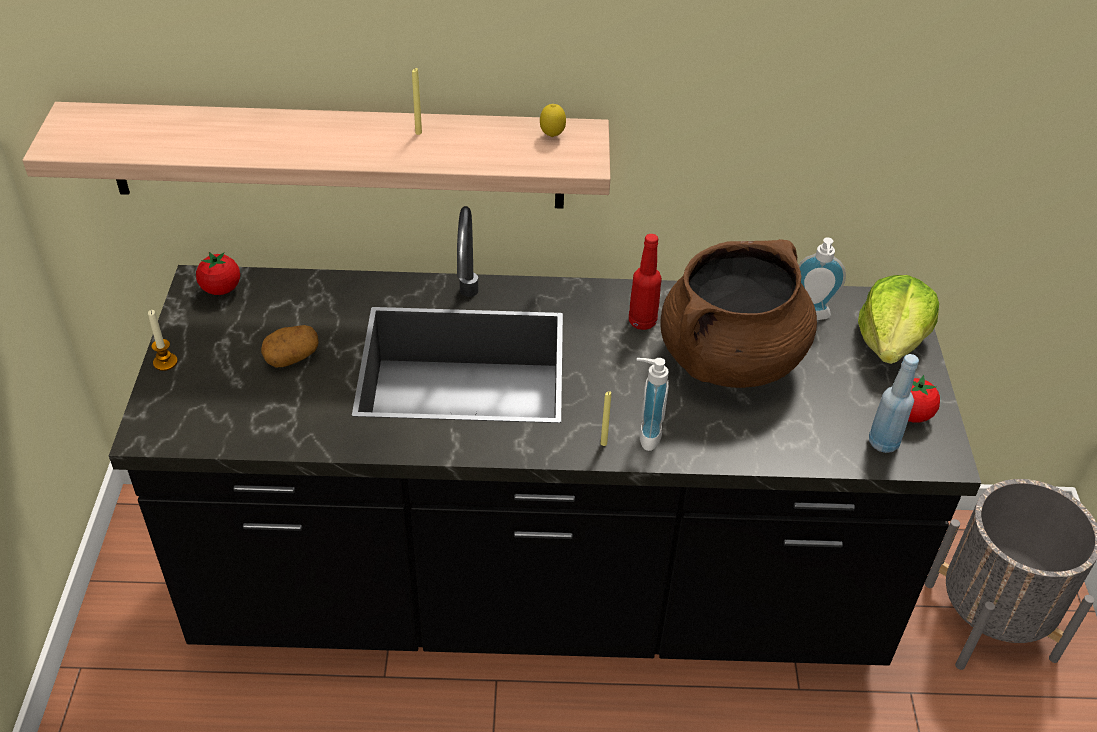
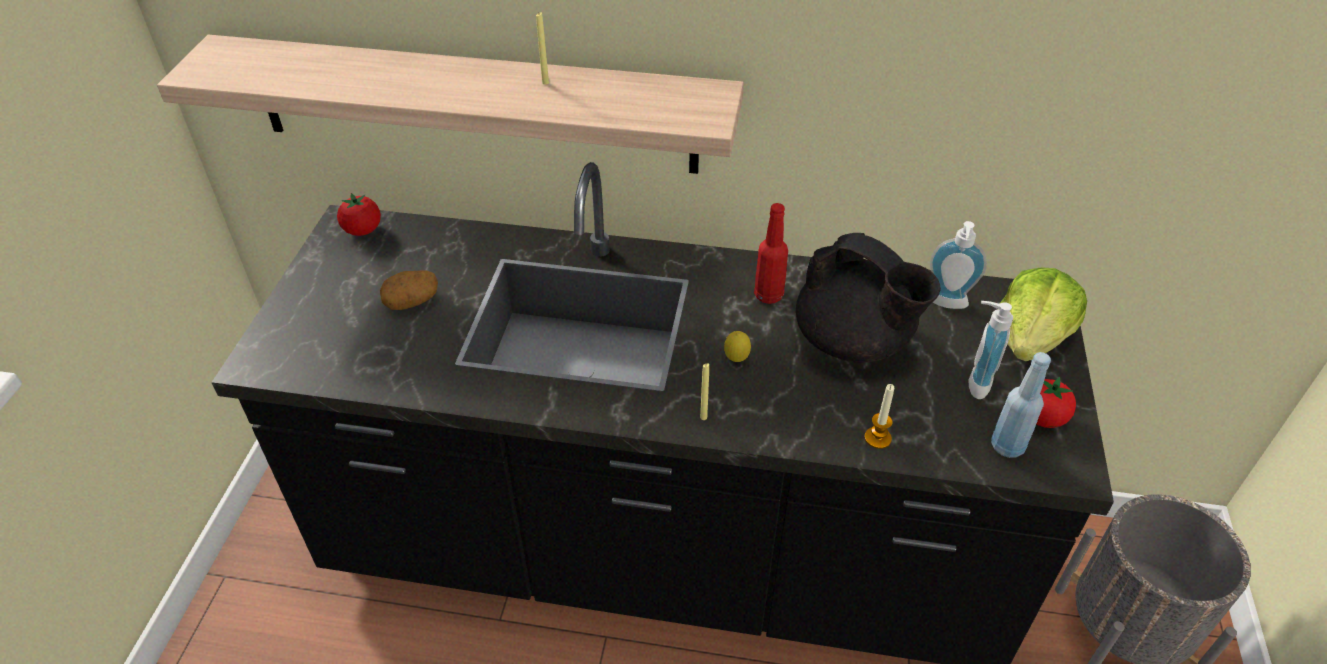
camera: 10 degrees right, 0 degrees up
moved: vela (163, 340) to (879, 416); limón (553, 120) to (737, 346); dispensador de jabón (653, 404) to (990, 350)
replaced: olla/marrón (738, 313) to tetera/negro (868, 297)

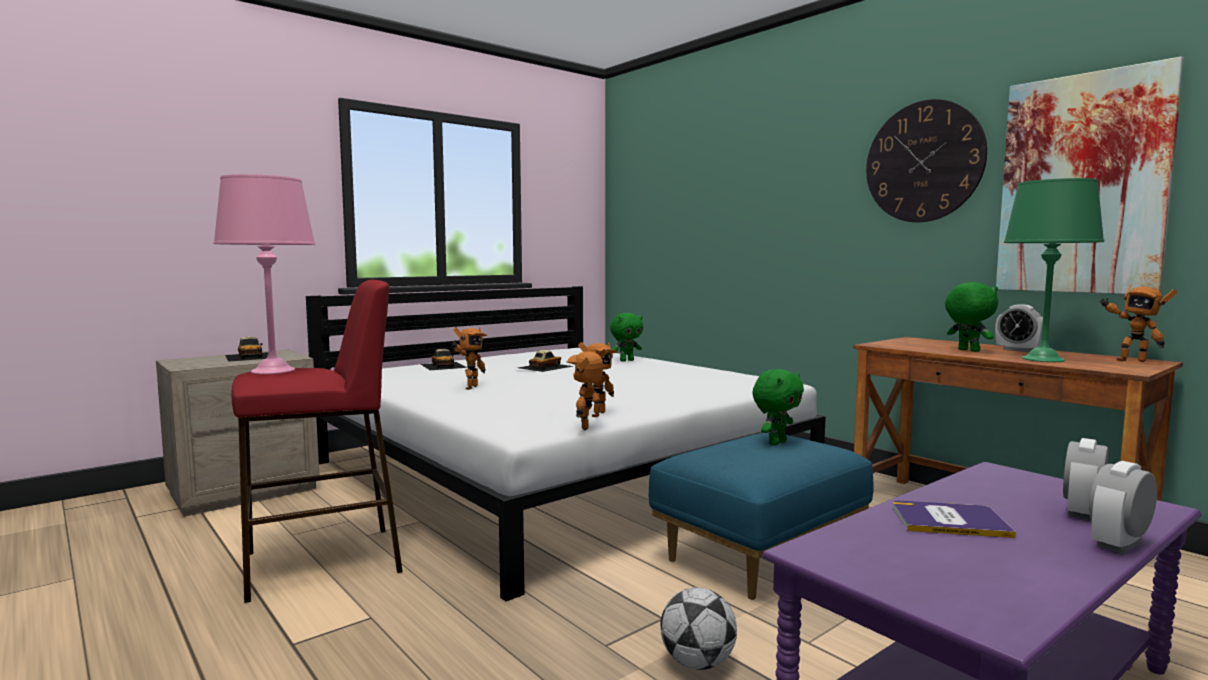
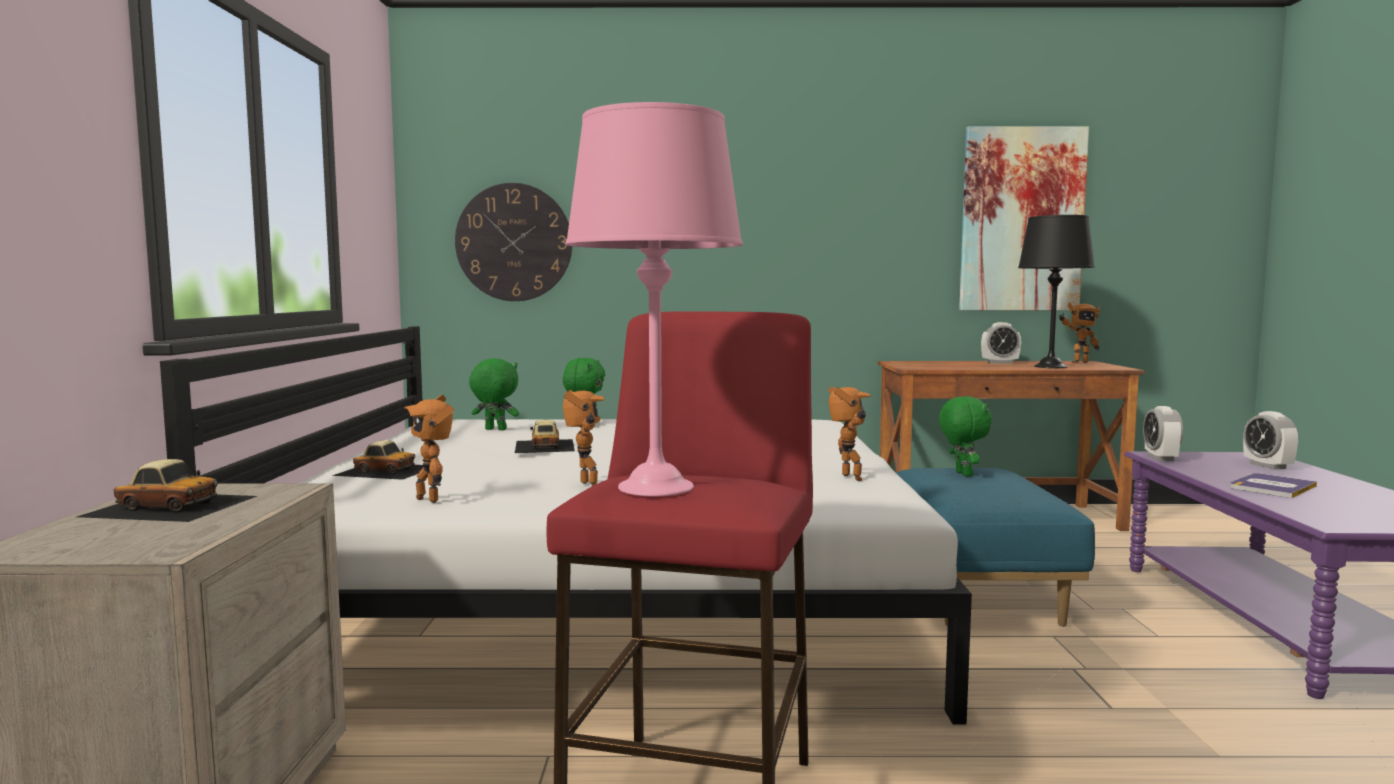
camera: 50 degrees left, 0 degrees up
removed: balón de fútbol (698, 628)
moved: robot de juguete (587, 389) to (429, 448); reloj de pared (926, 160) to (513, 242); peluche/verde (971, 317) to (494, 394); despertador (1123, 507) to (1163, 434)
recoloured: lámpara de mesa/verde (1054, 270) to lámpara de mesa/negro (1056, 291)

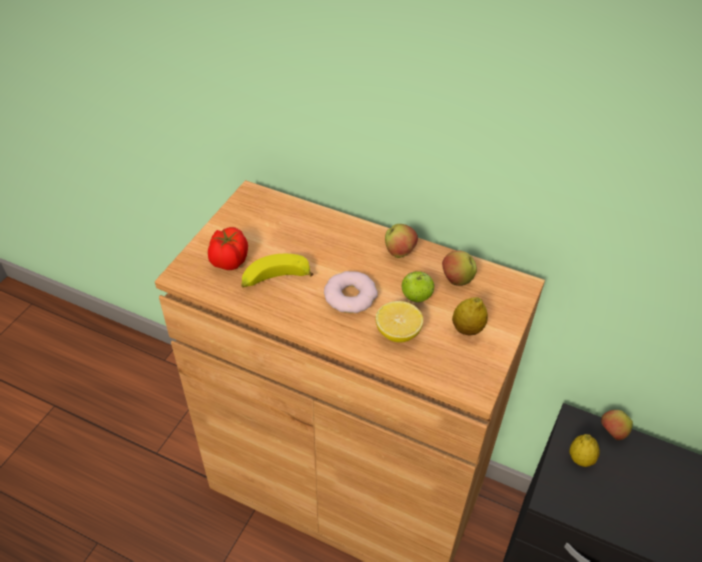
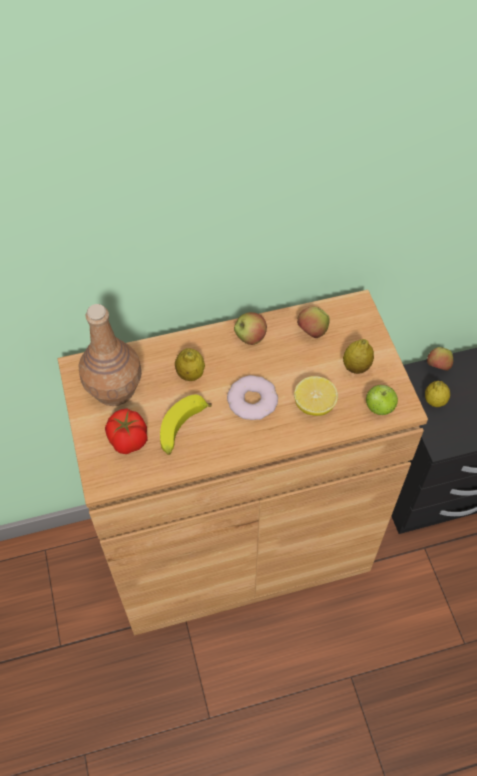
camera: 40 degrees left, 10 degrees up
added: botella/marrón (110, 355); limón (190, 364)
moved: manzana (418, 286) to (382, 400)

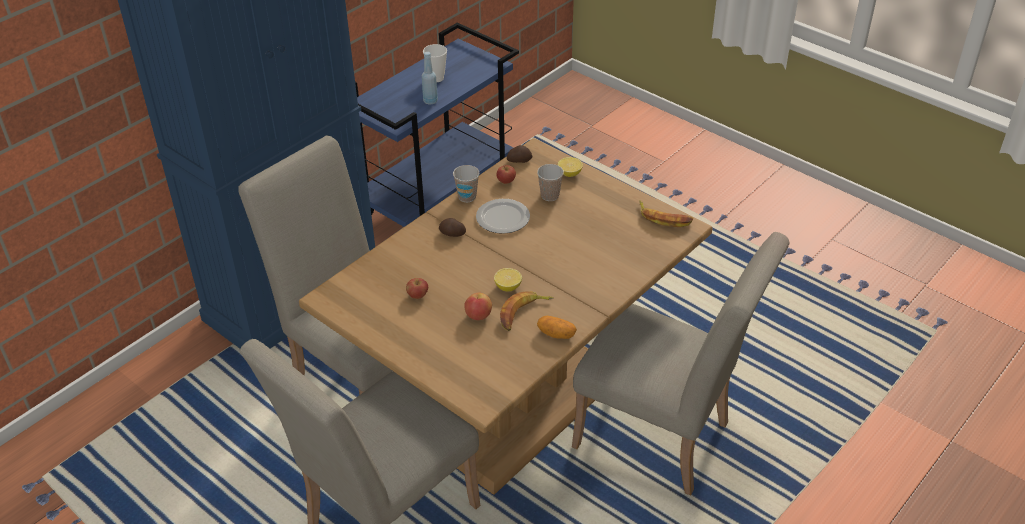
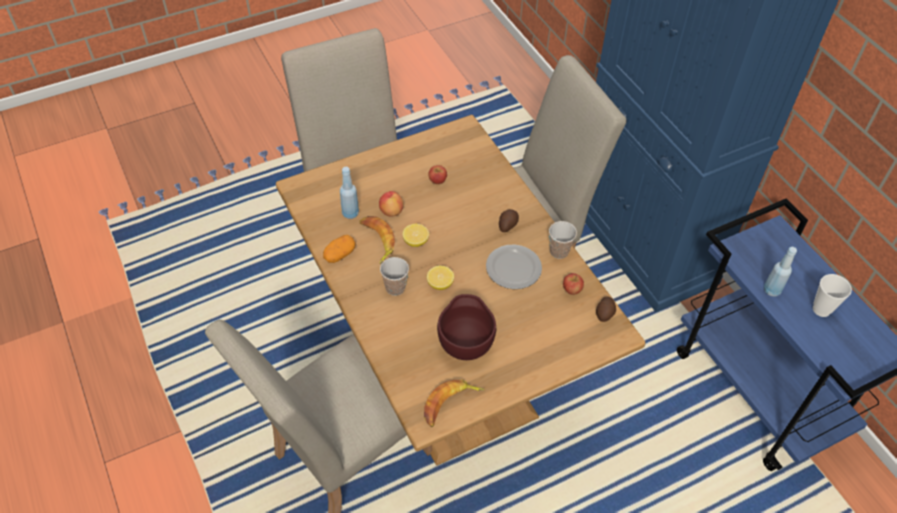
camera: 110 degrees right, 10 degrees up
added: botella/azul (349, 193); cuenco/marrón (466, 327)
moved: taza (550, 182) to (394, 276); limón (570, 167) to (440, 278)

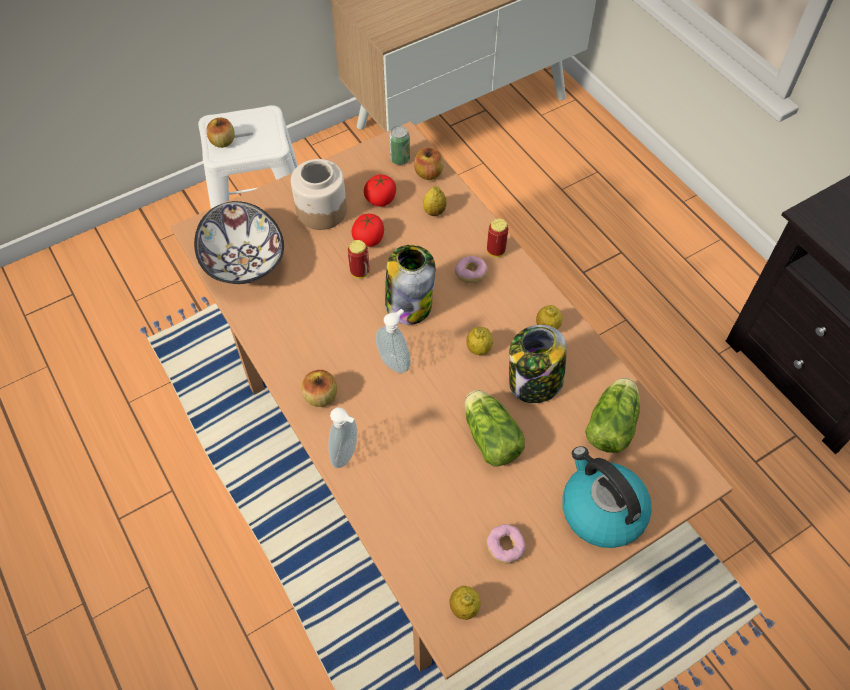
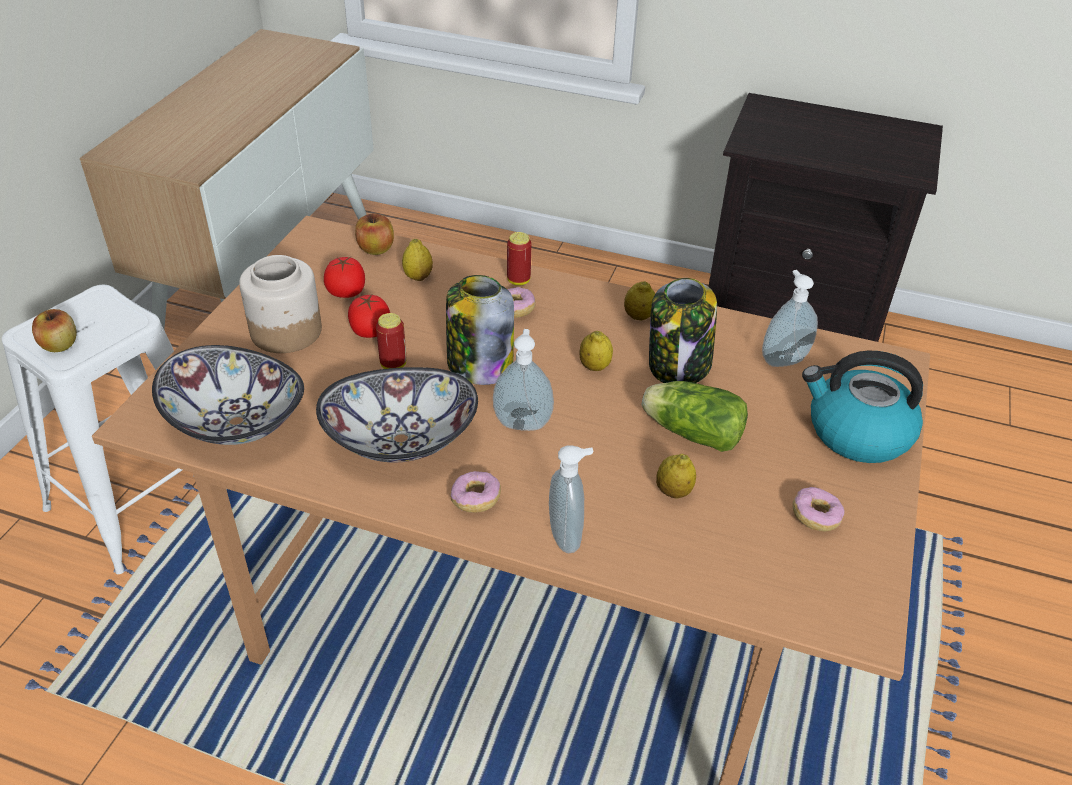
camera: 40 degrees left, 15 degrees down
removed: lata (399, 145)
added: cuenco (397, 415)
moved: limón (465, 603) to (676, 476)
replaced: manzana (319, 388) to rosquilla (475, 492); lechuga (612, 415) to dispensador de jabón (790, 318)

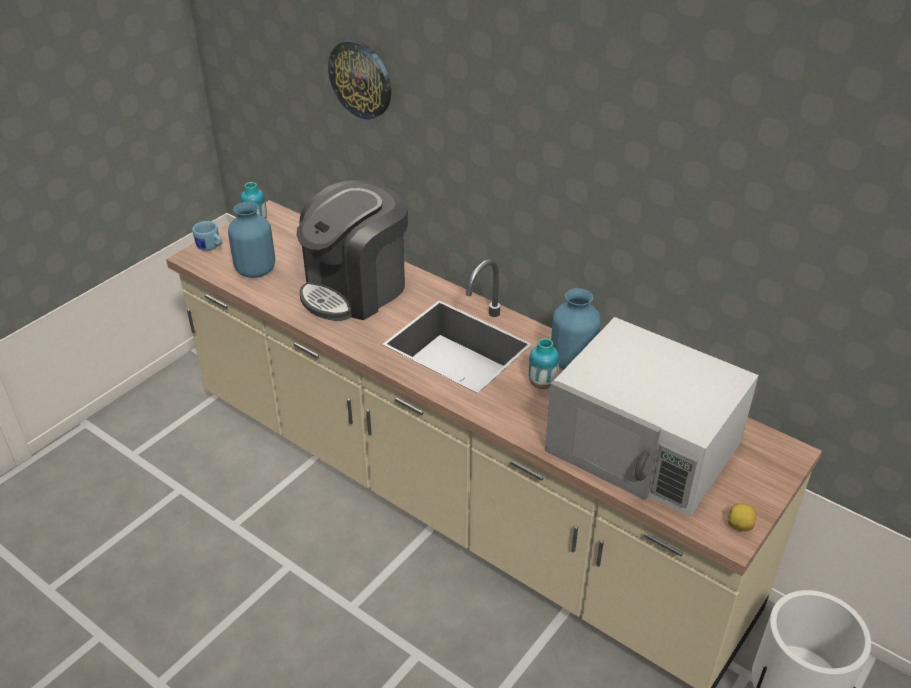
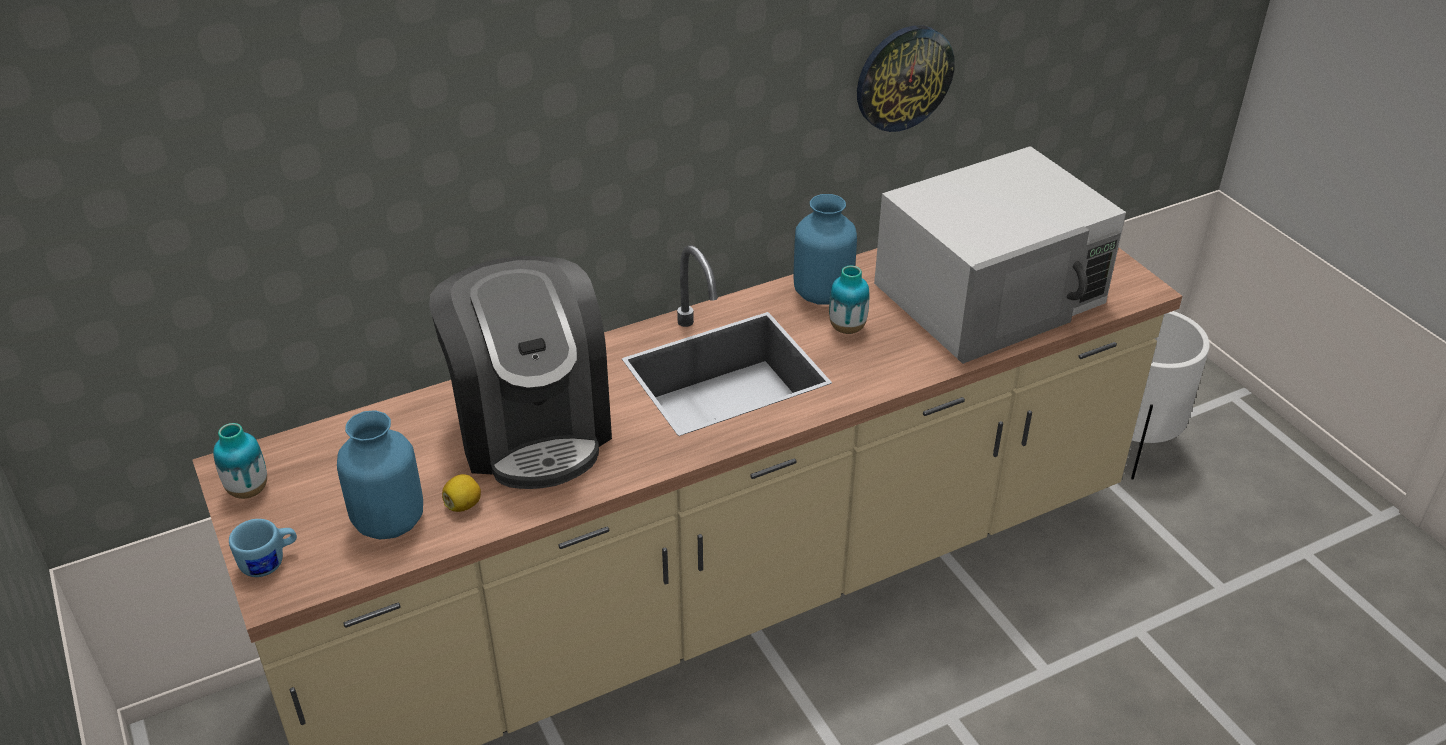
camera: 65 degrees left, 0 degrees up
moved: reloj de pared (359, 80) to (906, 78); limón (741, 517) to (461, 493)

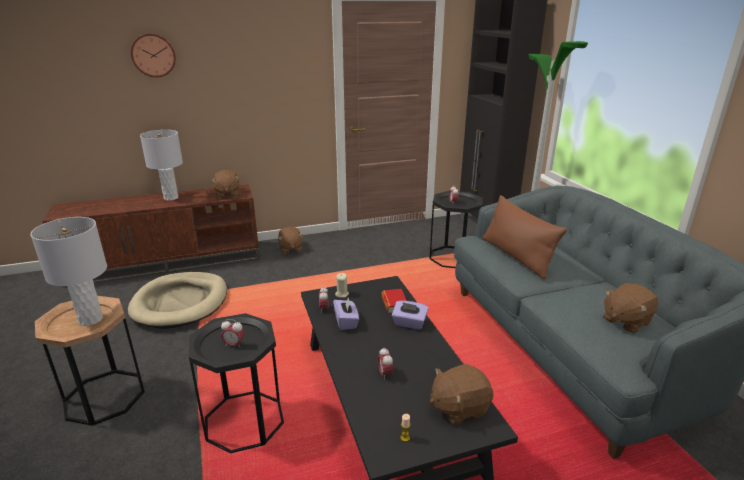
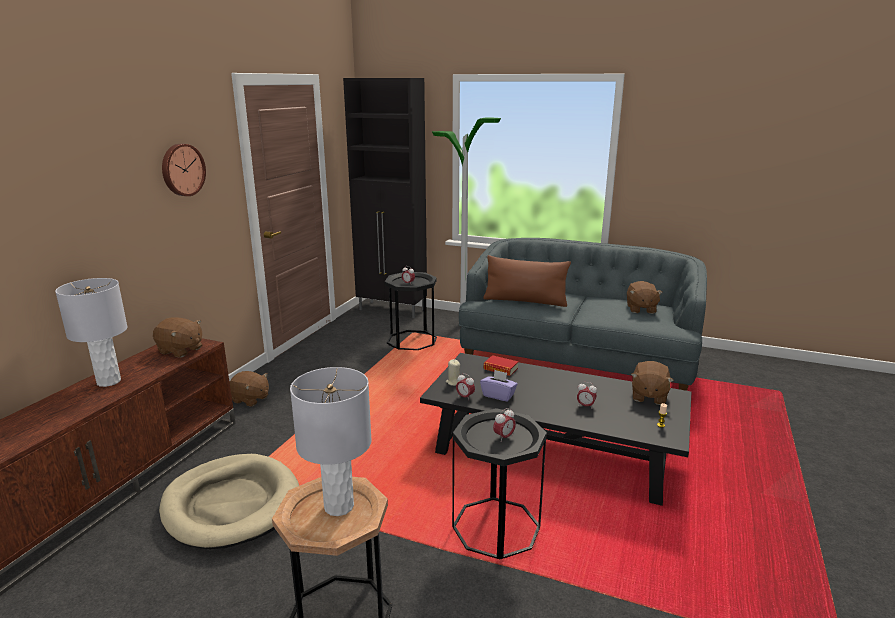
camera: 50 degrees left, 5 degrees down
removed: caja de pañuelos/morado (410, 315)
moved: reloj de pared (153, 55) to (184, 170)

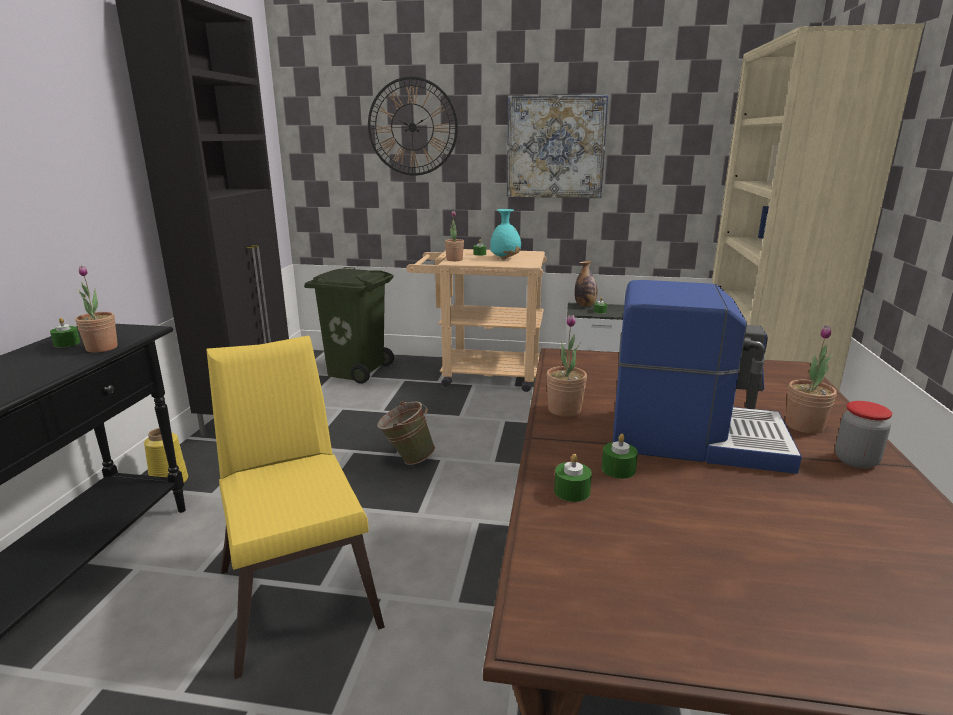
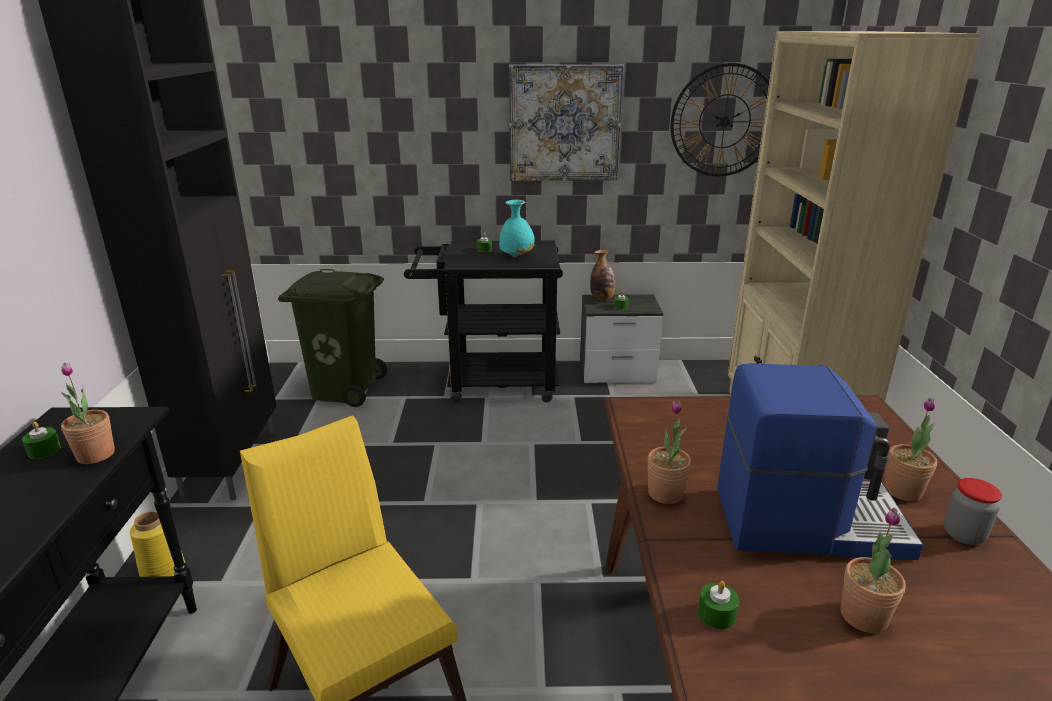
camera: 10 degrees left, 5 degrees up
removed: cubo/verde (406, 433); vela/verde (620, 456)
moved: reloj de pared (413, 126) to (720, 119); planta en maceta (454, 236) to (873, 570)
recoloured: carrito/beis (476, 320) to carrito/negro (483, 321)

